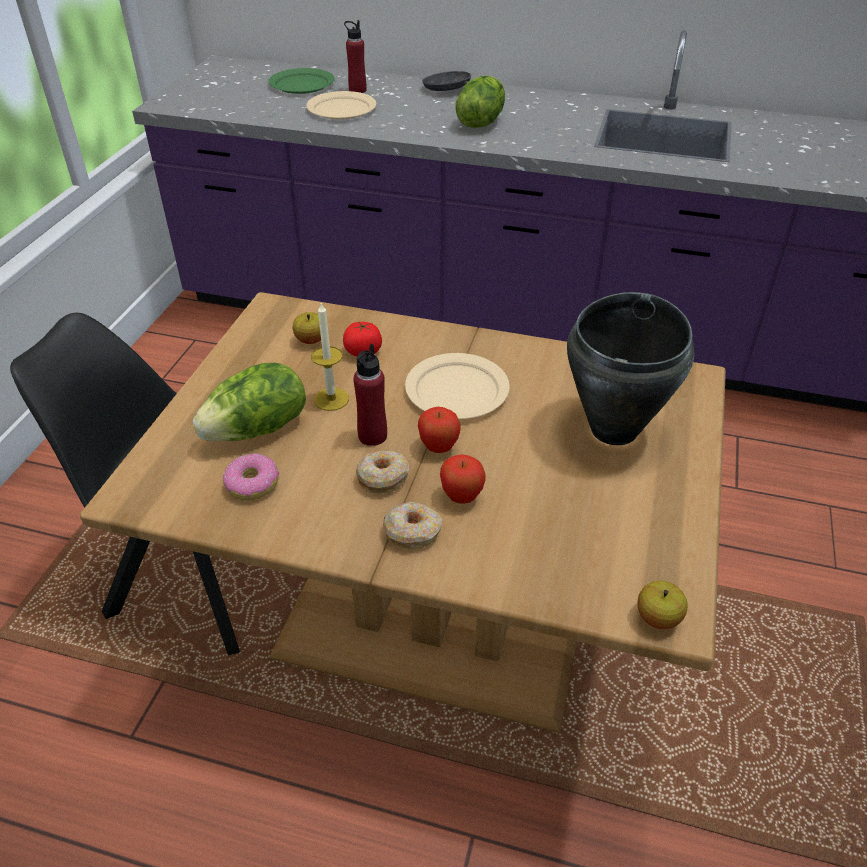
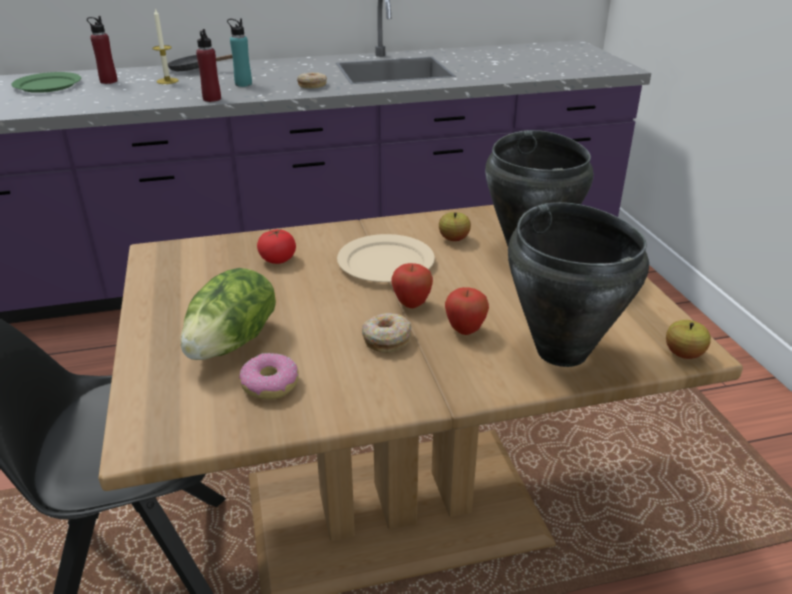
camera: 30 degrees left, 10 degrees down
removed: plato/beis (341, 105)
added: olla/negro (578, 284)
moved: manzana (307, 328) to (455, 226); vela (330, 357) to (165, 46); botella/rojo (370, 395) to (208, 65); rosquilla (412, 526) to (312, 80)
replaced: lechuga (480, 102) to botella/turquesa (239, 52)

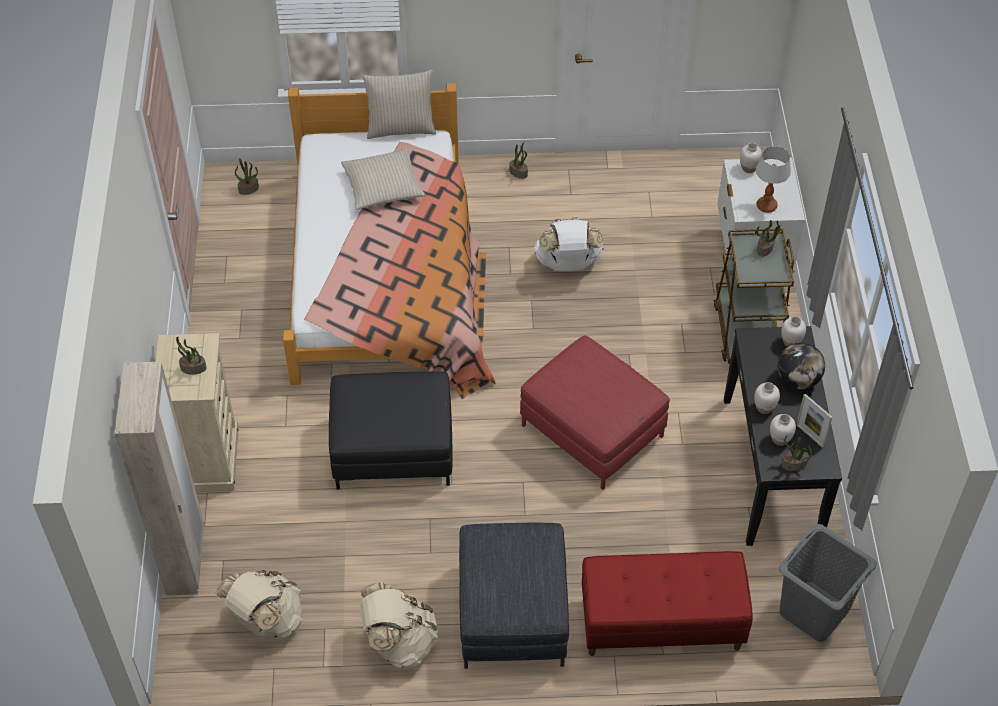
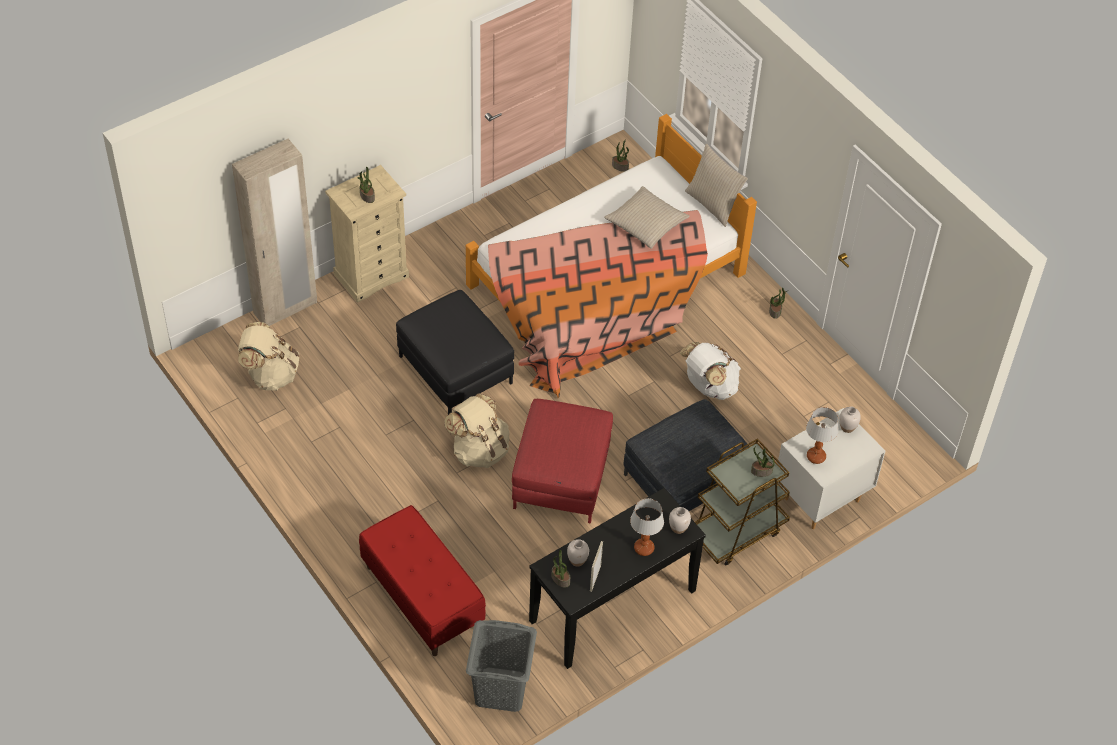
camera: 55 degrees right, 0 degrees up
removed: florero/blanco (767, 398)
moved: mochila/beis (399, 625) to (477, 430); puf/gris (514, 595) to (685, 455)
replaced: globo terráqueo (801, 366) to lámpara de mesa (647, 527)

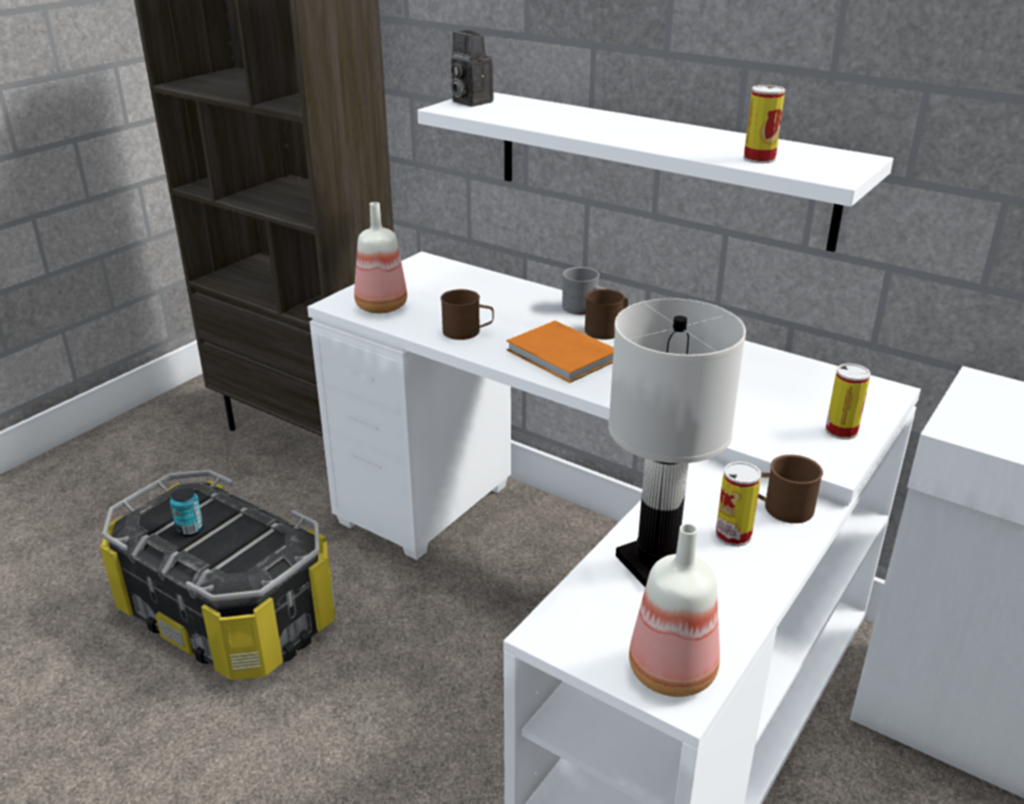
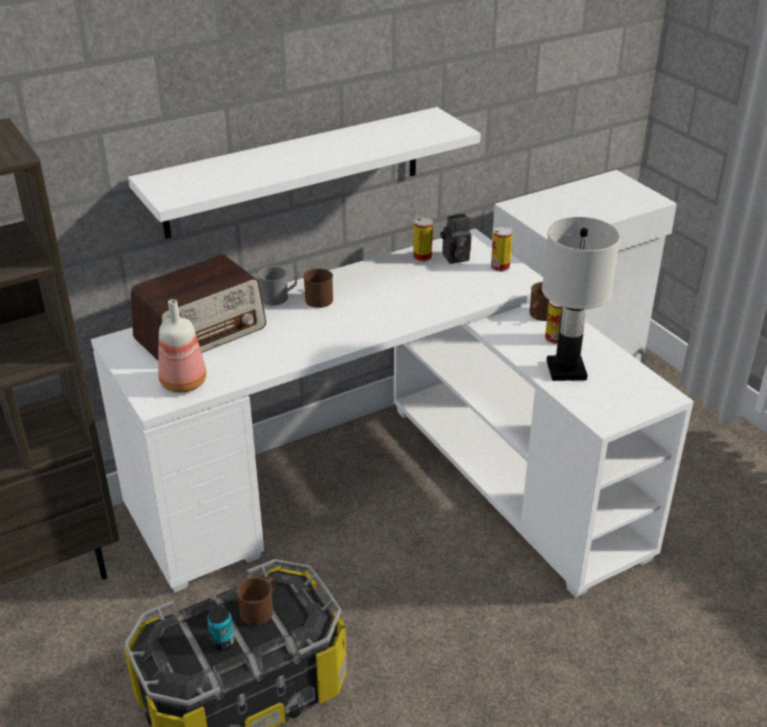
camera: 65 degrees left, 5 degrees up
removed: libro/naranja (560, 352); botella (674, 610)
added: radio (198, 308)
moved: taza grande/marrón (467, 314) to (256, 601); cámara (472, 68) to (456, 238); lata (764, 124) to (423, 239)

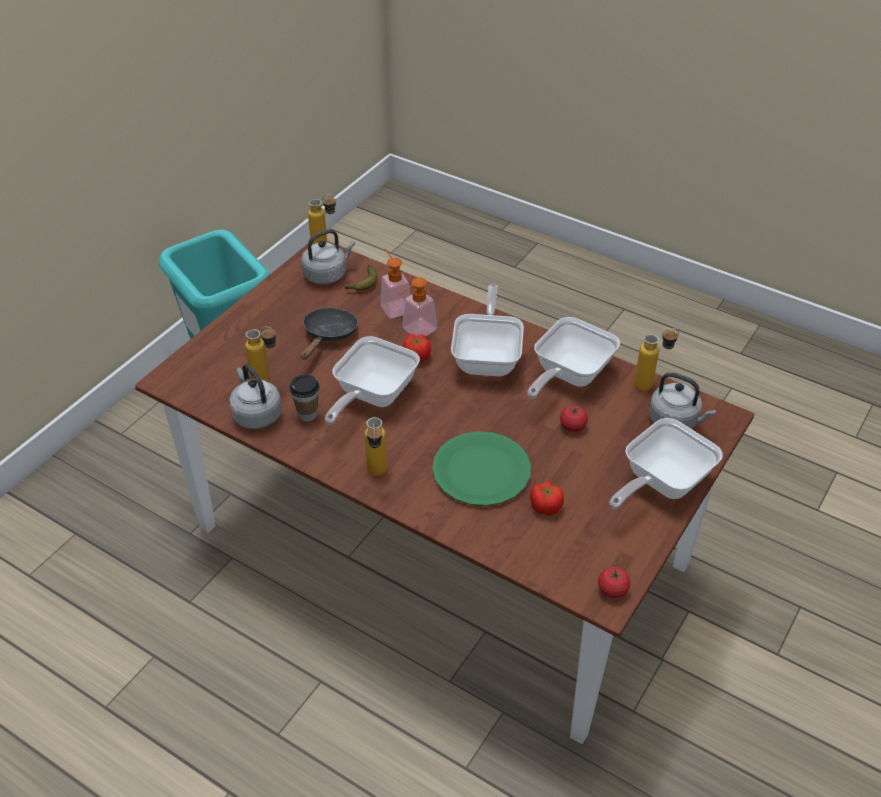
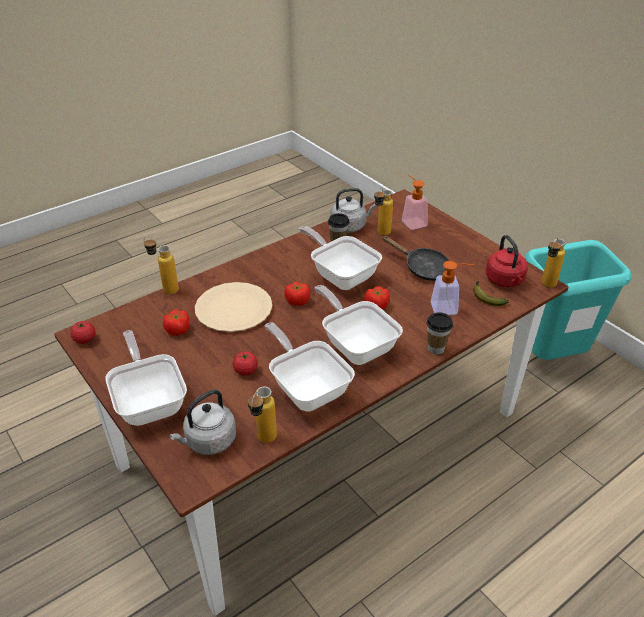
camera: 110 degrees right, 5 degrees down
added: tomate (297, 293); taza (439, 333)
moved: botella (376, 446) to (161, 265); dispensador de jabón (418, 306) to (415, 202)
recoloured: hervidor/gris (328, 257) to hervidor/rojo (507, 261); plato/verde (481, 468) to plato/beis (233, 307)
turned: sartén (487, 330) = (359, 325) 150 degrees counterclockwise

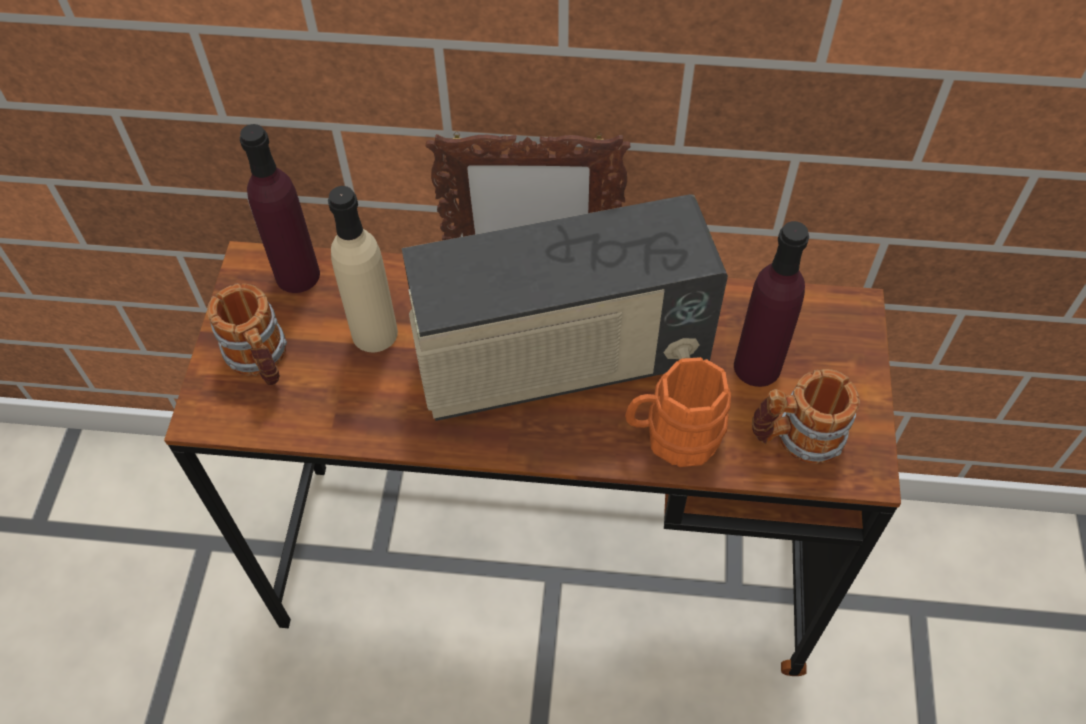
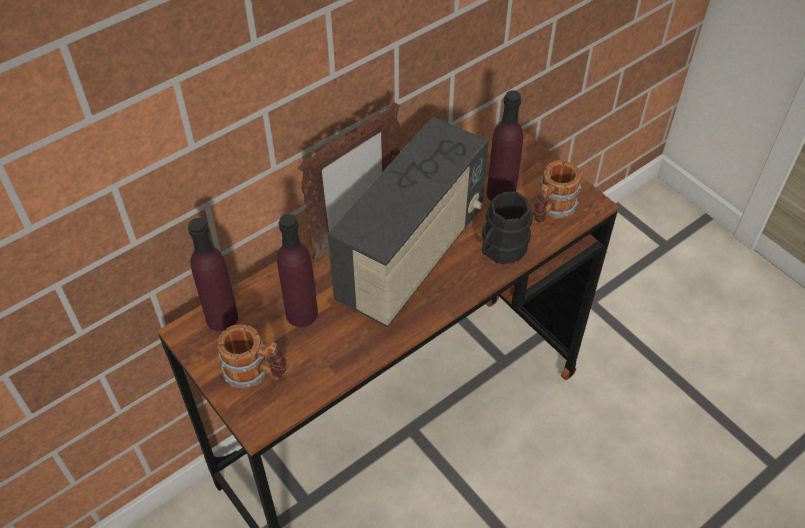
camera: 45 degrees left, 5 degrees down
recoloured: botella/beis (363, 269) to botella/morado (297, 270); taza grande/naranja (678, 412) to taza grande/negro (507, 227)

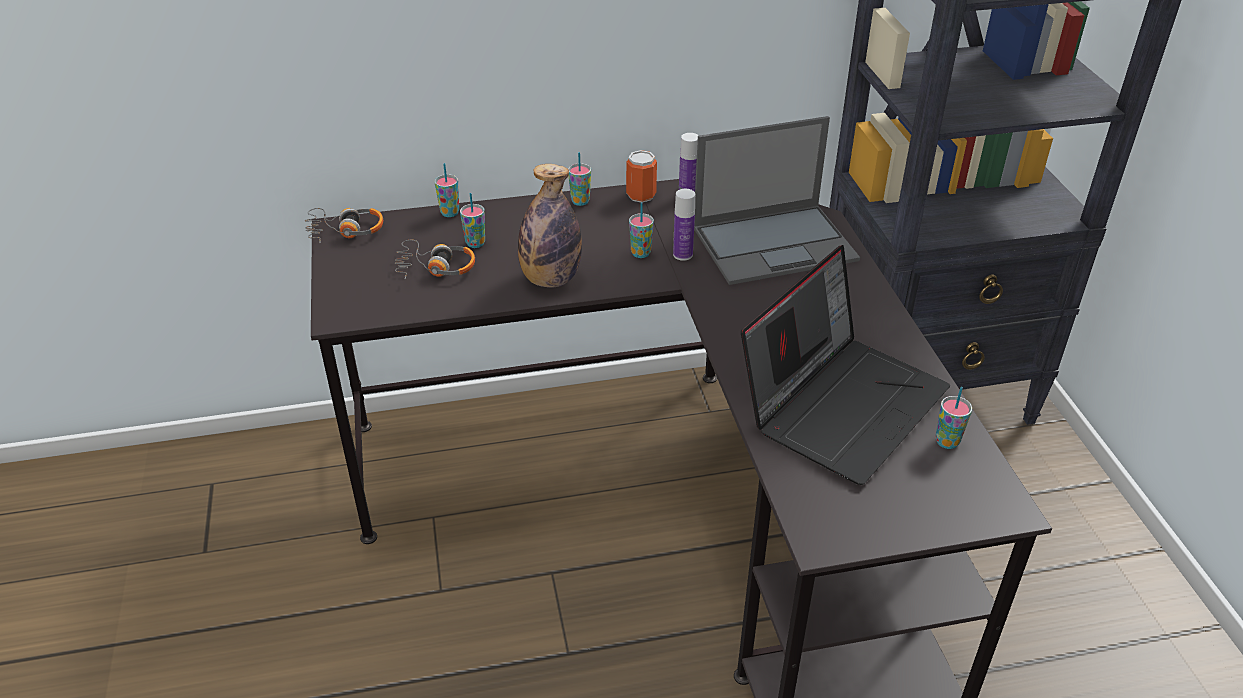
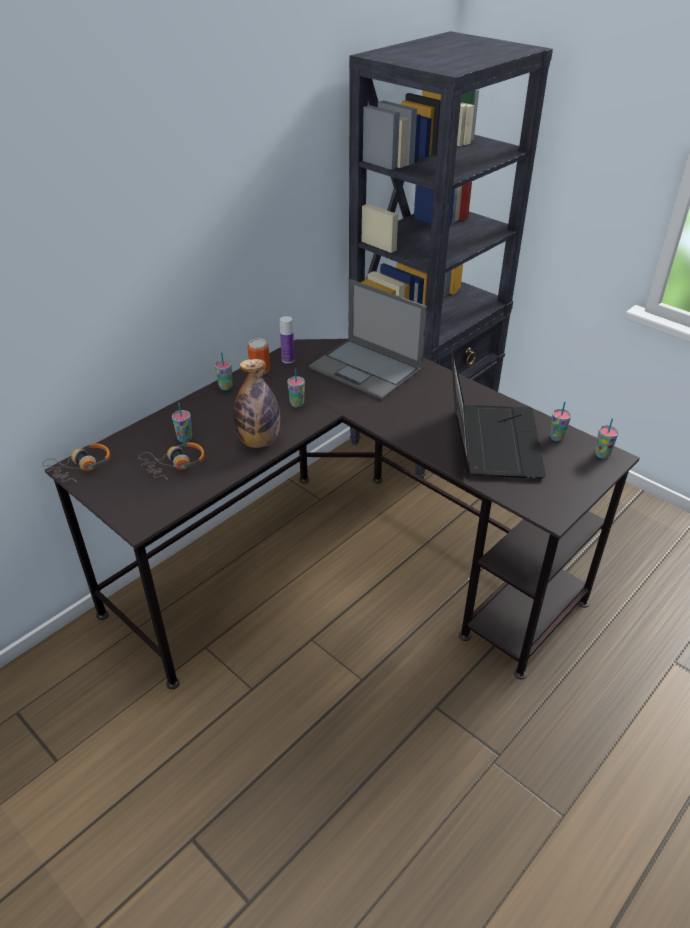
camera: 35 degrees left, 0 degrees up
removed: botella (684, 225)
moved: taza (447, 190) to (607, 438)
turned: portátil (777, 200) = (368, 339) 90 degrees clockwise

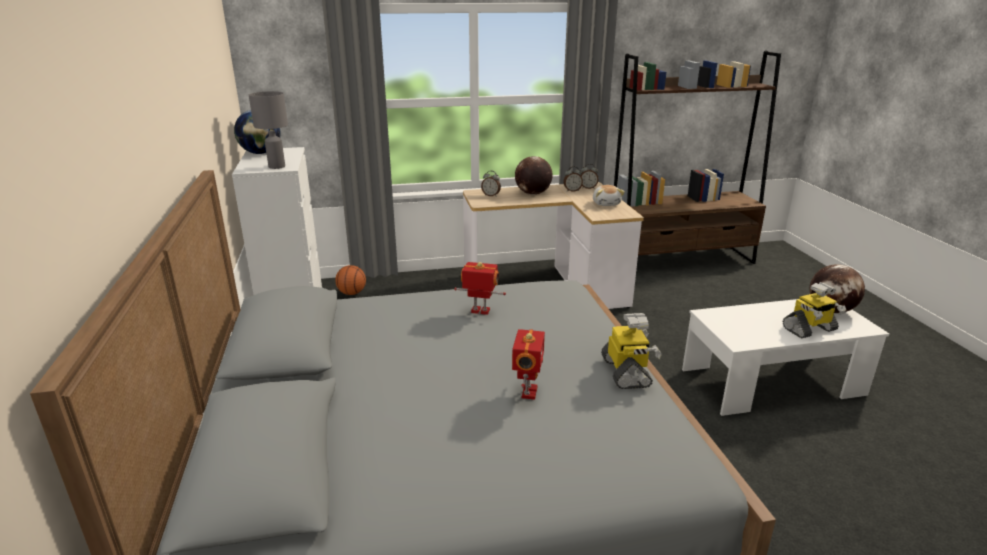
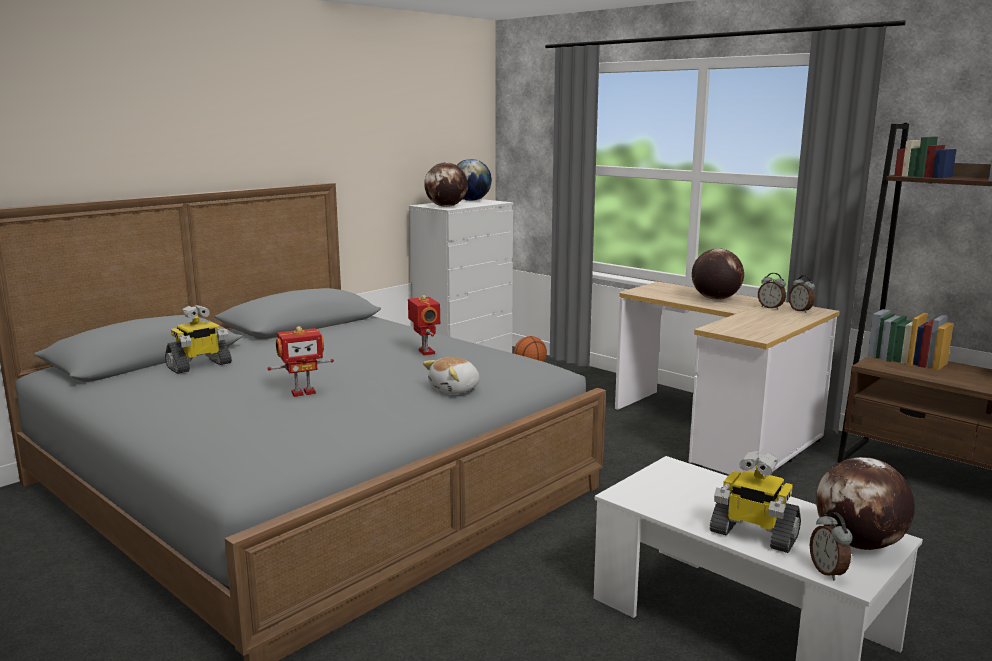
camera: 55 degrees right, 10 degrees down
moved: despertador (491, 184) to (831, 546); peluche (609, 195) to (451, 375); robot de juguete (631, 351) to (198, 339)
replaced: lámpara de mesa/gris (268, 130) to globo terráqueo (446, 184)

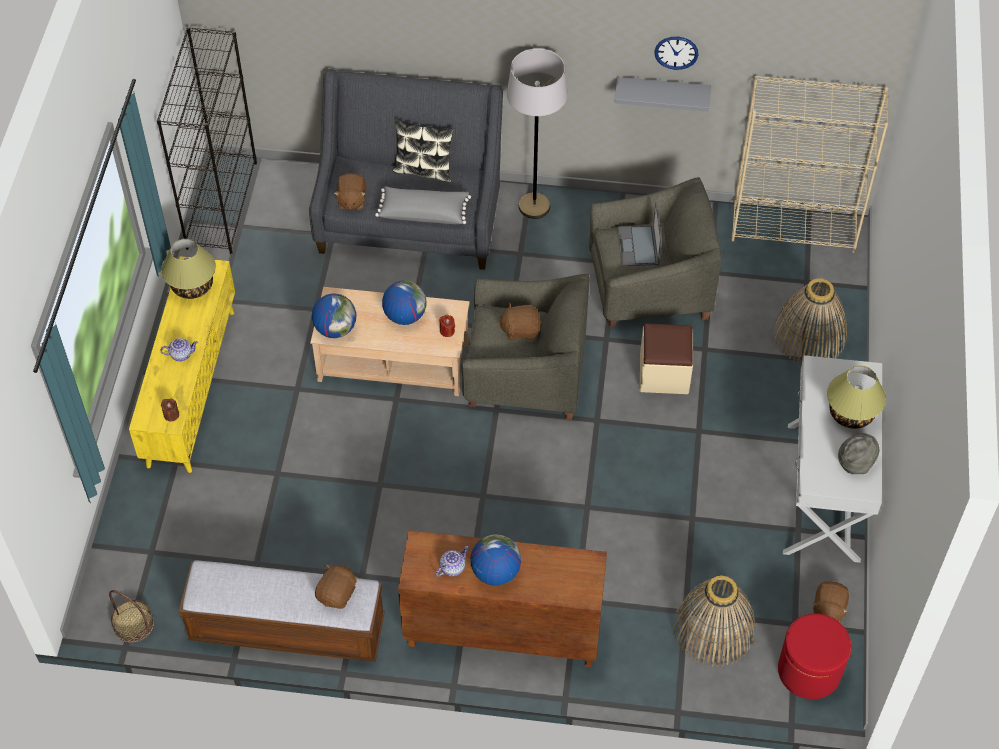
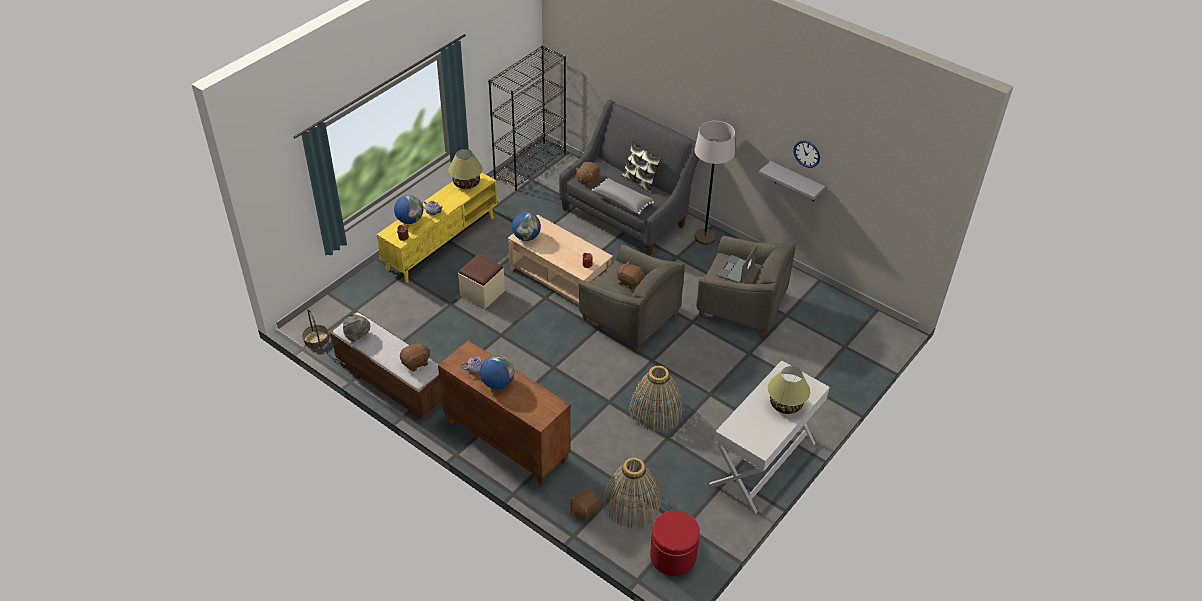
camera: 30 degrees right, 10 degrees down
removed: estantería/beis (809, 164)
moved: globo terráqueo (404, 302) to (408, 209); puf/beis (666, 358) to (481, 281); cesta (810, 320) to (656, 399); peluche/marrón (831, 602) to (585, 505); sombrero/gris (858, 453) to (356, 328)

